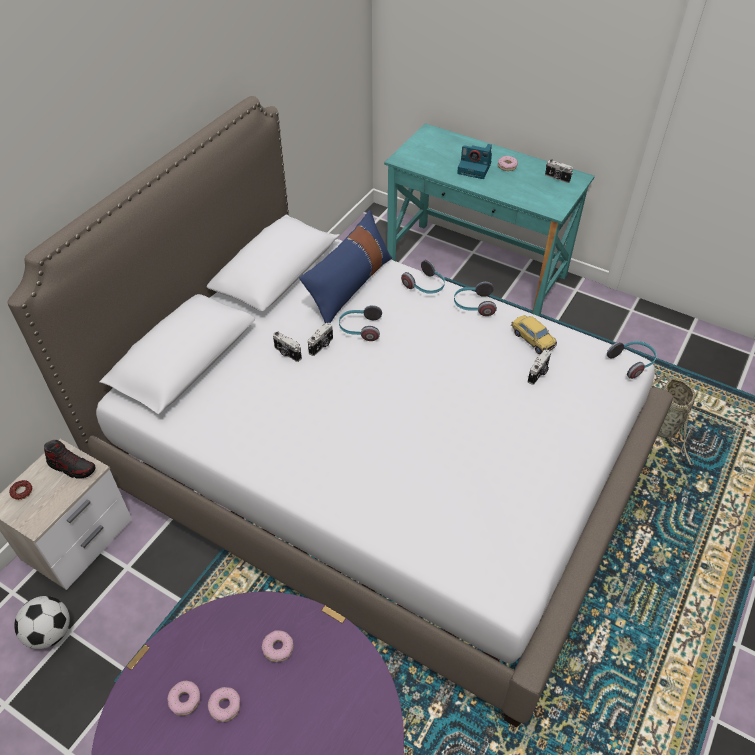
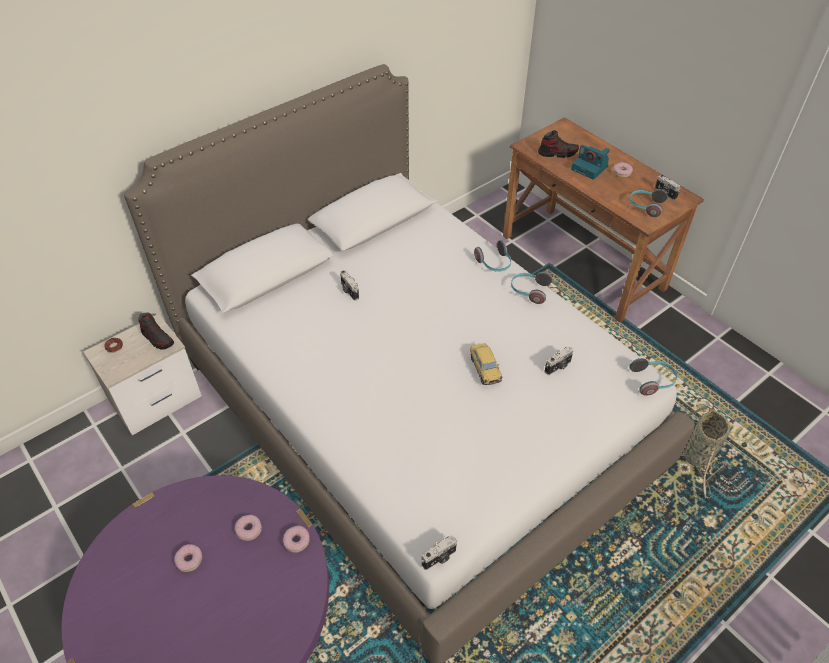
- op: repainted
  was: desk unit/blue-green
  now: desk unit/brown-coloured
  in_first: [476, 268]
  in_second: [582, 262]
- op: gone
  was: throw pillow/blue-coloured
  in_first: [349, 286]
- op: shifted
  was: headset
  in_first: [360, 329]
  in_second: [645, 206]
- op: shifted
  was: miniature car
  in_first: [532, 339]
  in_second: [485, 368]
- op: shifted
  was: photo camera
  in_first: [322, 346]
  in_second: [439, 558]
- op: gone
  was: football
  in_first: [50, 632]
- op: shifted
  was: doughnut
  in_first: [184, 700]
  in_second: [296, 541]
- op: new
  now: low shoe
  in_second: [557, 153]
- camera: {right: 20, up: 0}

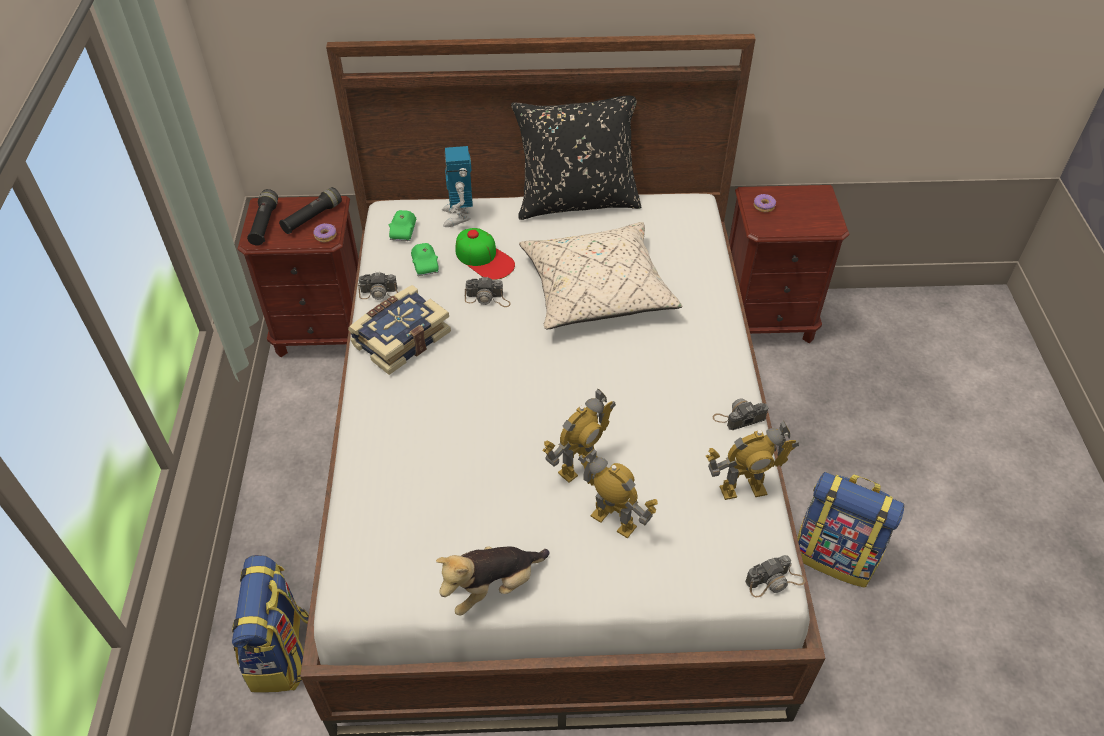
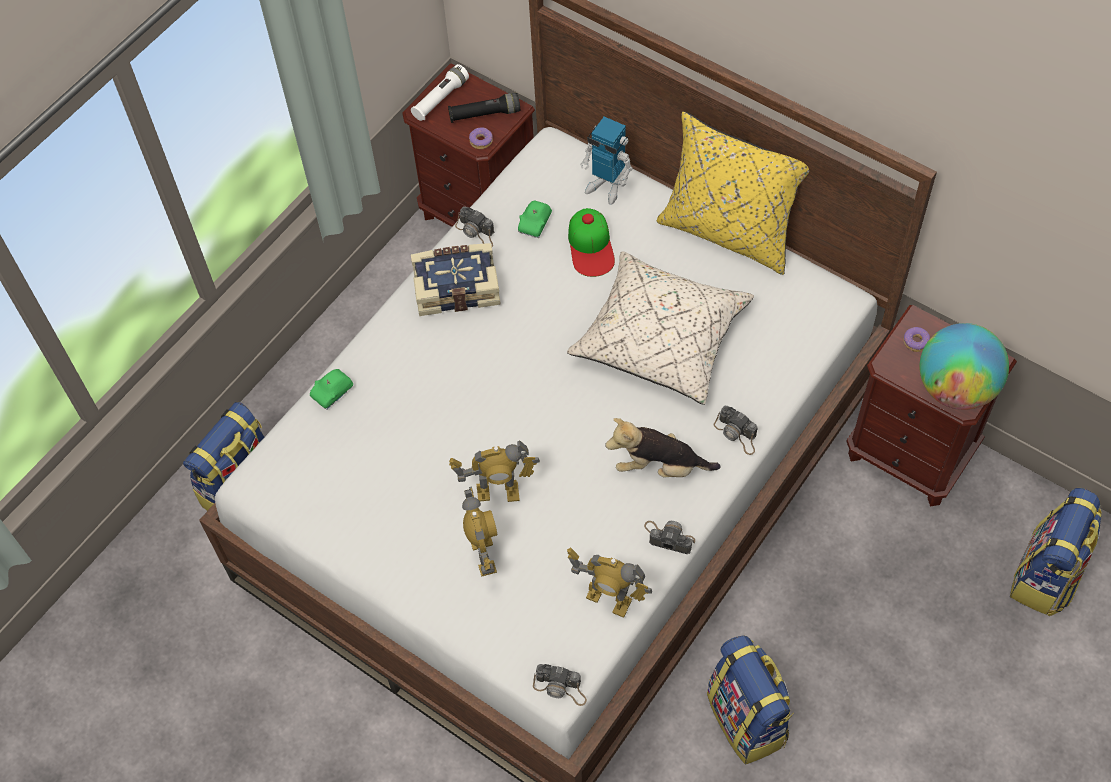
- op: repainted
  was: throw pillow/black
  now: throw pillow/yellow
  in_first: [576, 201]
  in_second: [729, 232]
- op: rotated
  was: model robot
  in_first: [458, 216]
  in_second: [606, 187]
  clockwise: -90
- op: repainted
  was: hand torch/black
  now: hand torch/white
  in_first: [264, 224]
  in_second: [440, 99]
- op: shifted
  was: miniature car/green-coloured
  in_first: [404, 231]
  in_second: [333, 393]
- op: shifted
  was: photo camera
  in_first: [487, 299]
  in_second: [737, 434]
- op: shifted
  was: soft toy
  in_first: [493, 587]
  in_second: [659, 466]
- op: new
  now: world globe
  in_second: [955, 388]
- op: new
  now: backpack
  in_second: [1046, 577]
- camera: {right: 40, up: 10}

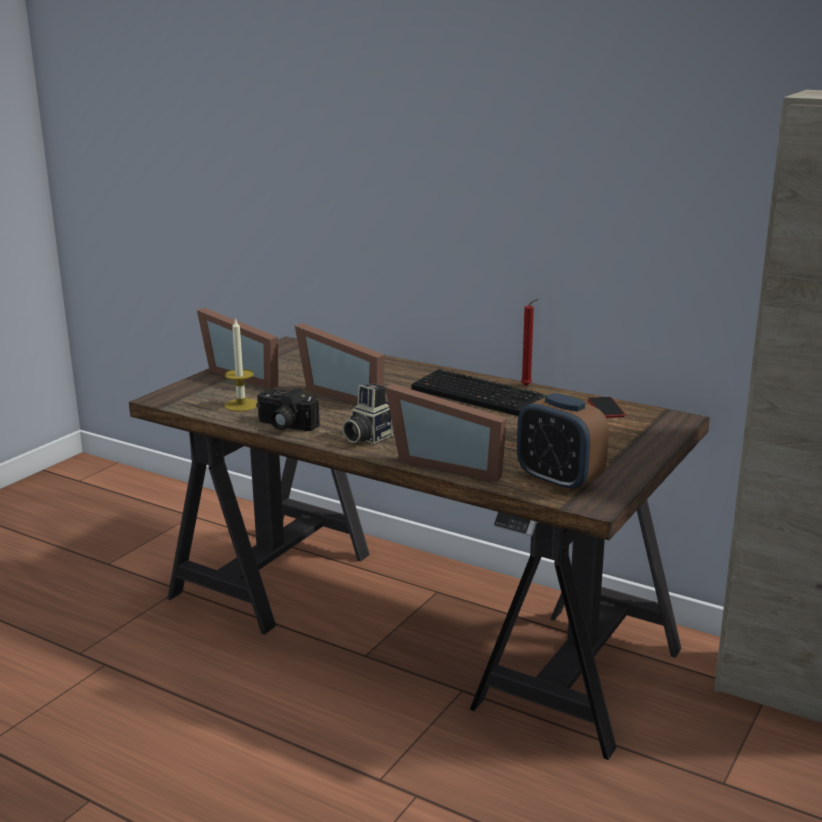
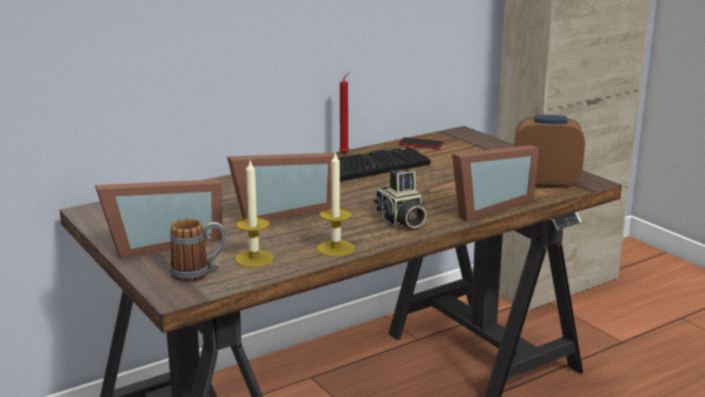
- op: swapped
  was: photo camera
  now: candle
  in_first: [284, 425]
  in_second: [336, 248]
- op: rotated
  was: table clock
  in_first: [559, 481]
  in_second: [545, 182]
  clockwise: -150
- op: new
  now: mug
  in_second: [199, 273]
- camera: {right: -65, up: 0}

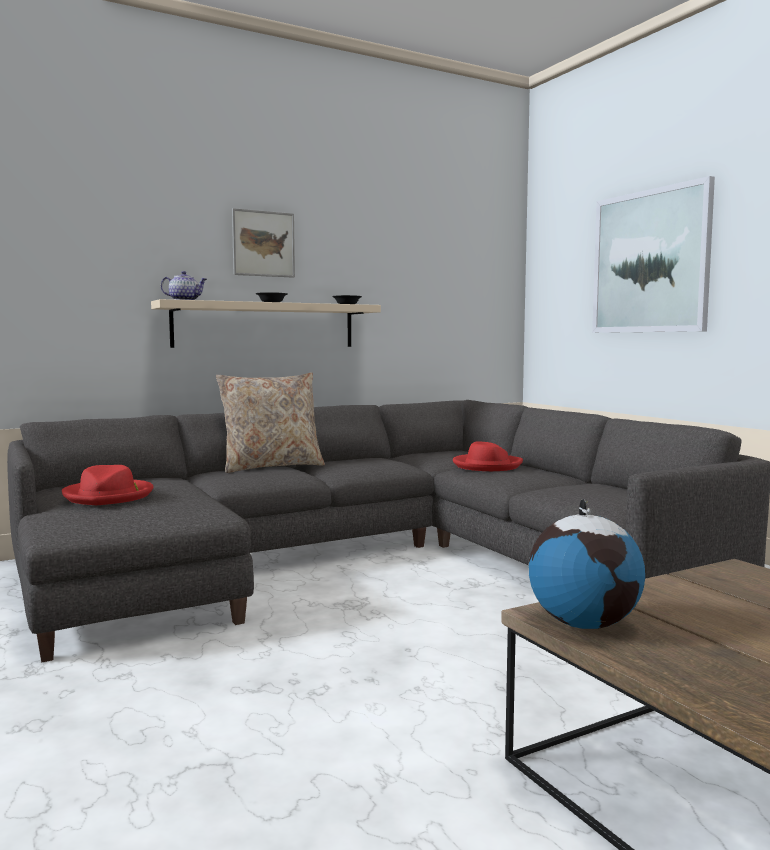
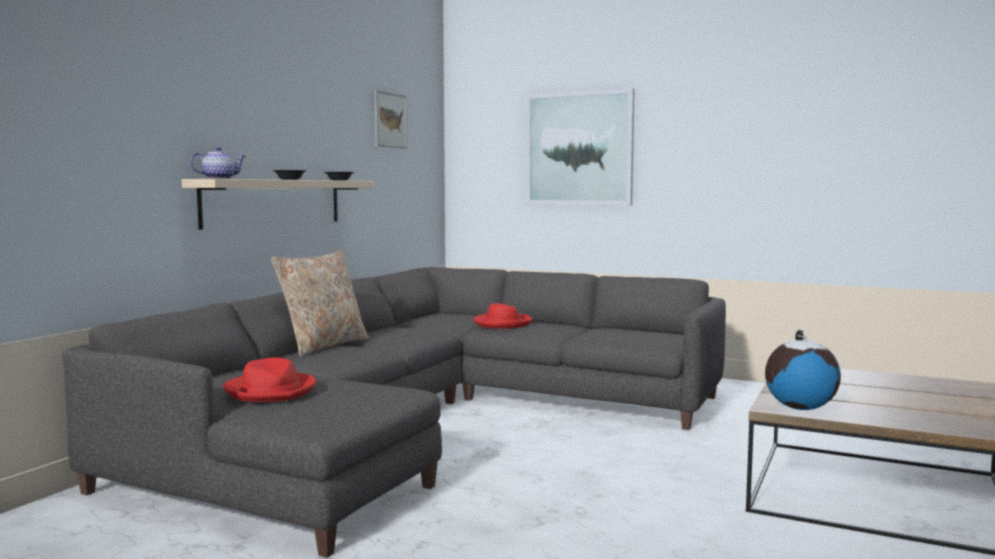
- op: shifted
  was: wall art
  in_first: [263, 244]
  in_second: [390, 120]
- camera: {right: -35, up: 0}

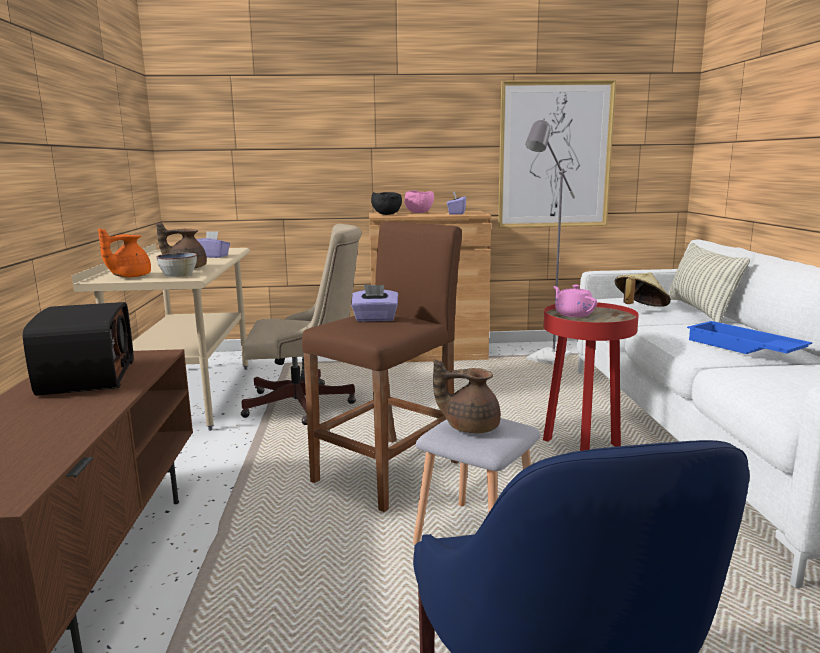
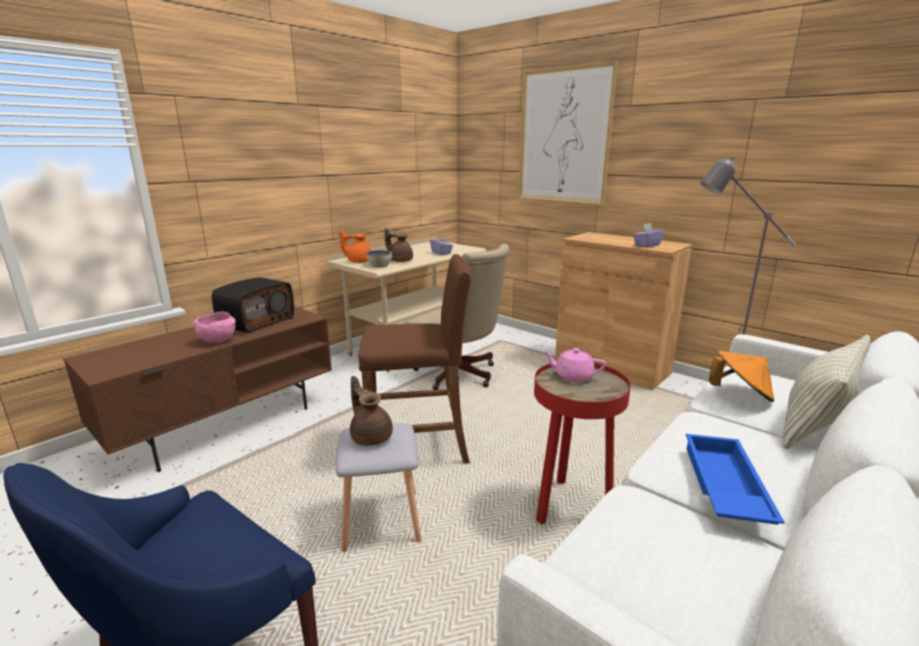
- op: shifted
  was: wall art
  in_first: [555, 155]
  in_second: [563, 136]
- op: shifted
  was: bowl/pink-coloured
  in_first: [419, 212]
  in_second: [219, 341]
- op: gone
  was: bowl/black
  in_first: [386, 214]
- op: repainted
  was: hat/sand-coloured
  now: hat/orangey
  in_first: [640, 309]
  in_second: [740, 395]
- op: gone
  was: box of tissues/purple
  in_first: [375, 319]
- op: rotated
  was: tea pot/pink-coloured
  in_first: [573, 314]
  in_second: [572, 376]
  clockwise: -90
- camera: {right: 45, up: 5}

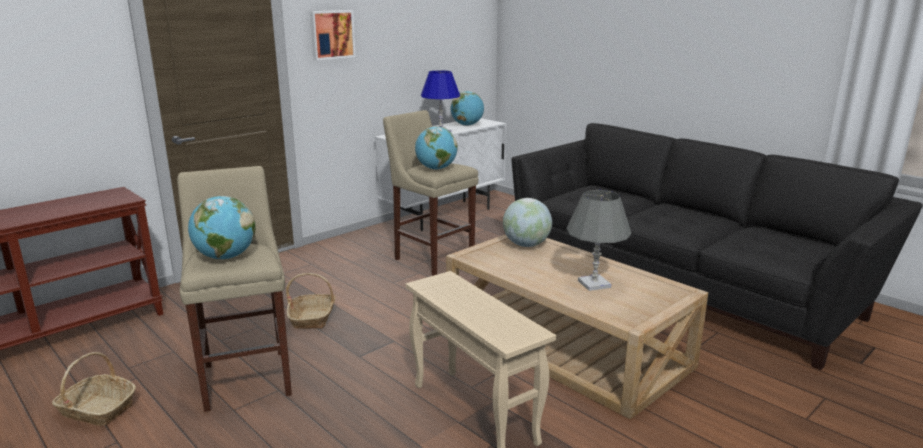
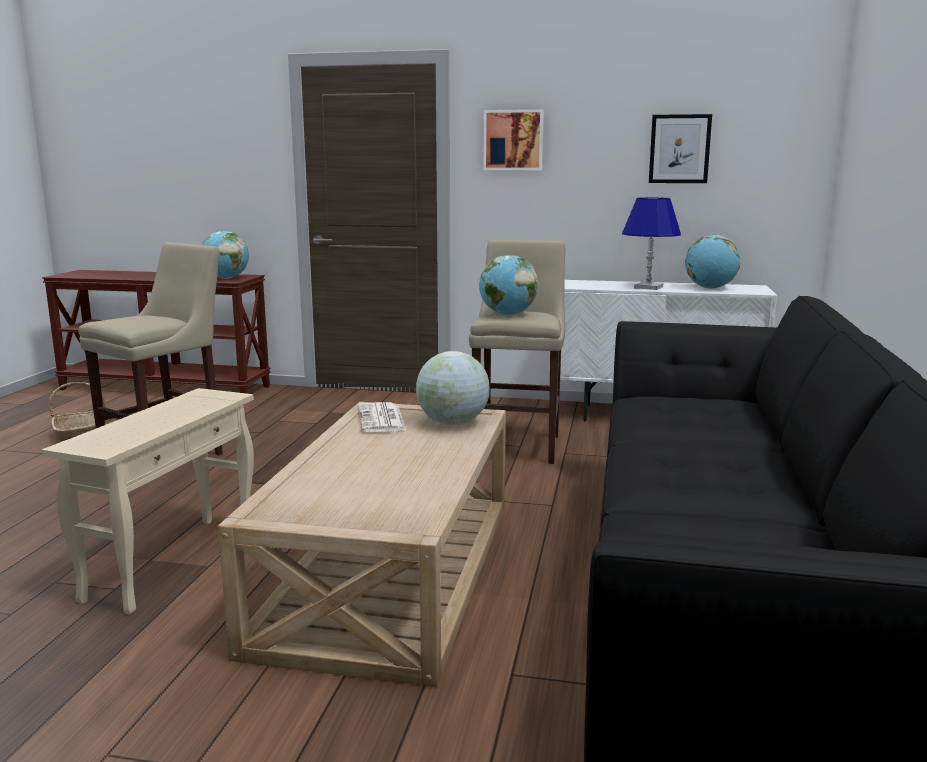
- op: gone
  was: lamp for a table/grey
  in_first: [594, 284]
- op: shifted
  was: world globe
  in_first: [225, 257]
  in_second: [226, 278]
- op: gone
  was: household basket
  in_first: [313, 318]
- op: new
  now: wall art
  in_second: [679, 149]
- op: new
  now: printed paper
  in_second: [382, 419]
- camera: {right: 55, up: -5}

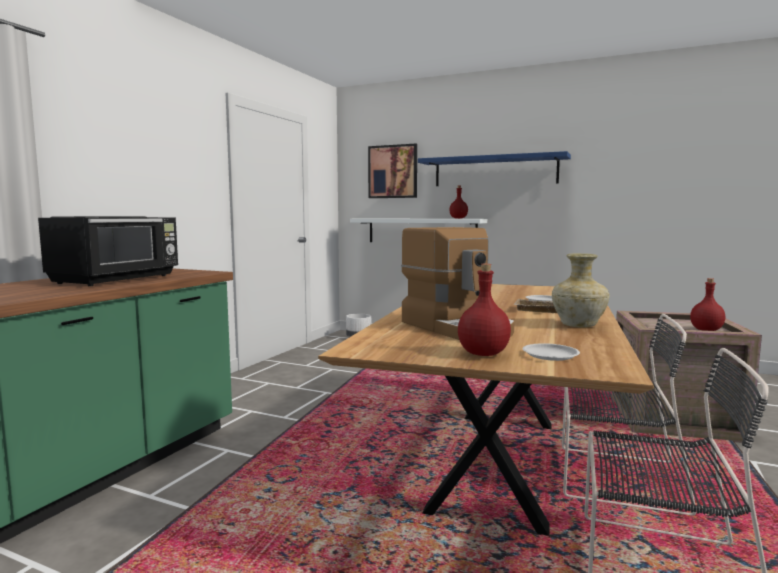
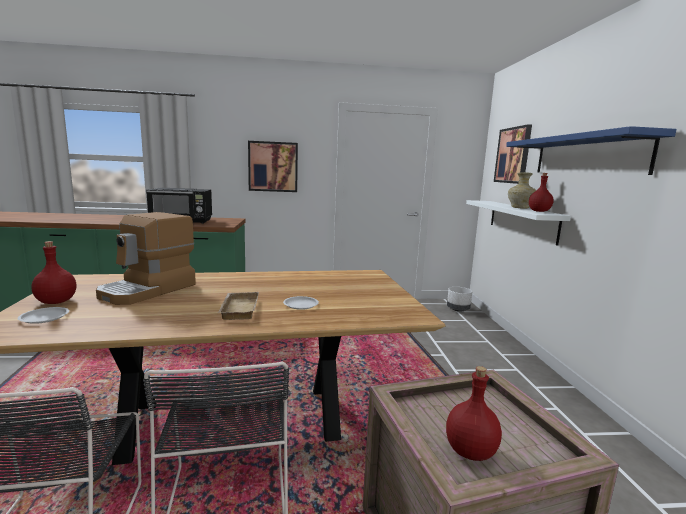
- op: shifted
  was: decorative vase/sand-coloured
  in_first: [577, 325]
  in_second: [519, 208]
- op: new
  now: wall art
  in_second: [273, 166]
- camera: {right: 60, up: 5}

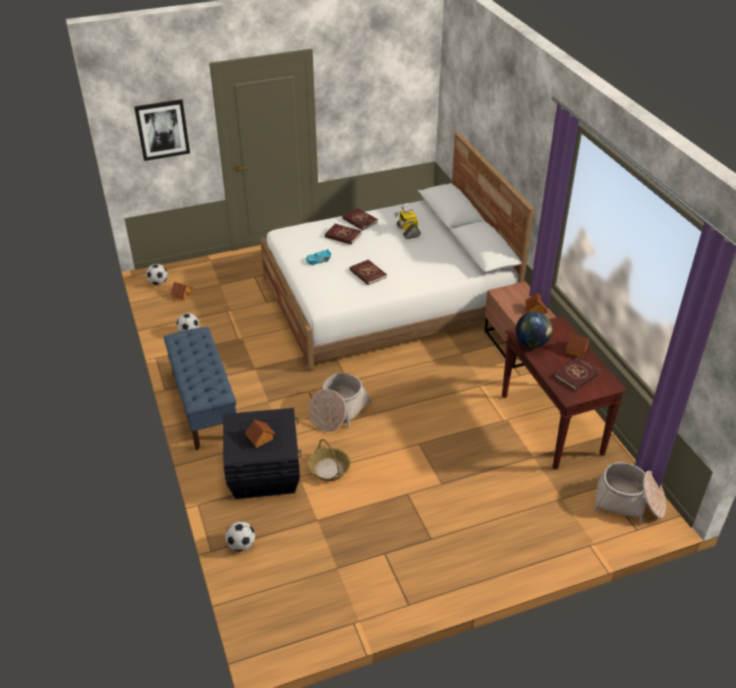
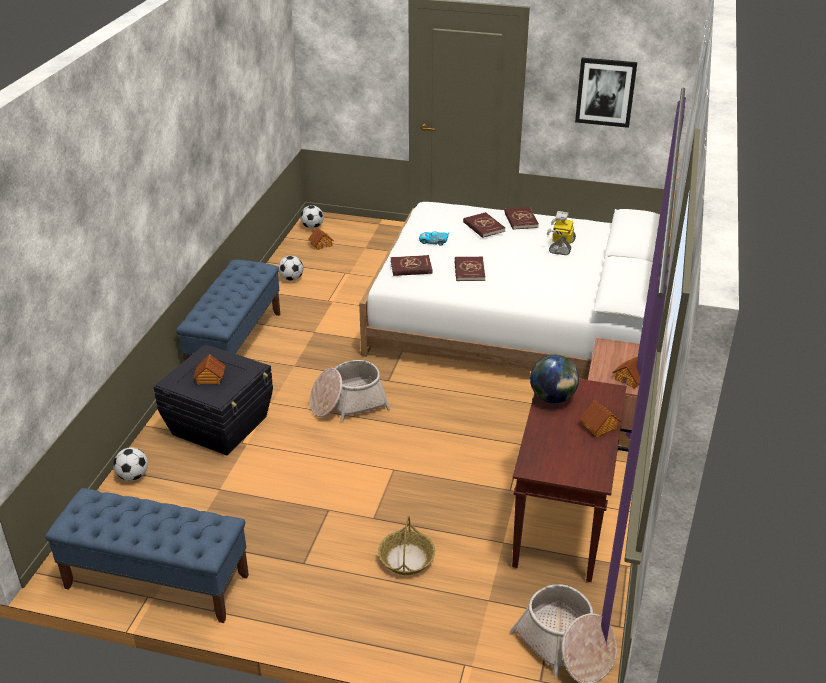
- op: shifted
  was: wall art
  in_first: [162, 129]
  in_second: [605, 92]
- op: shifted
  was: bound book/reddish
  in_first: [577, 375]
  in_second: [411, 267]
- op: shifted
  was: household basket
  in_first: [329, 469]
  in_second: [406, 559]
- op: new
  now: long seat/blue-coloured
  in_second: [156, 581]
- camera: {right: 35, up: -5}

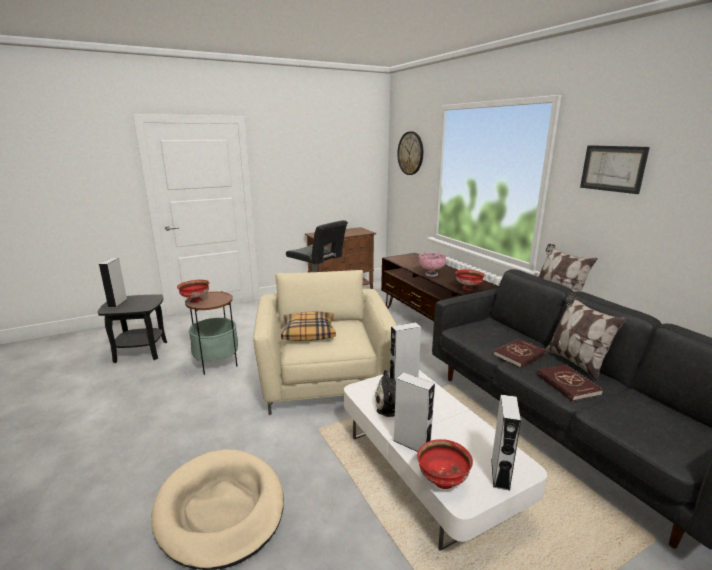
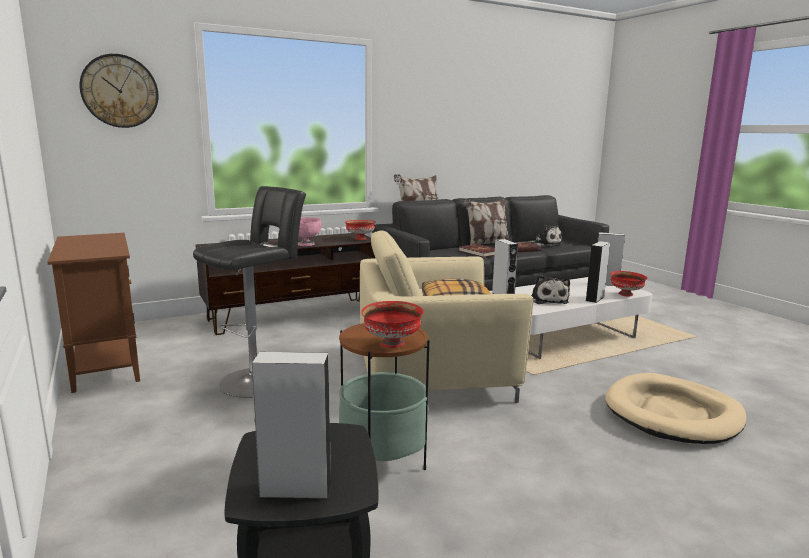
- op: gone
  was: wall art
  in_first: [612, 168]
- op: new
  now: soft toy
  in_second: [545, 244]
- camera: {right: -90, up: -5}

